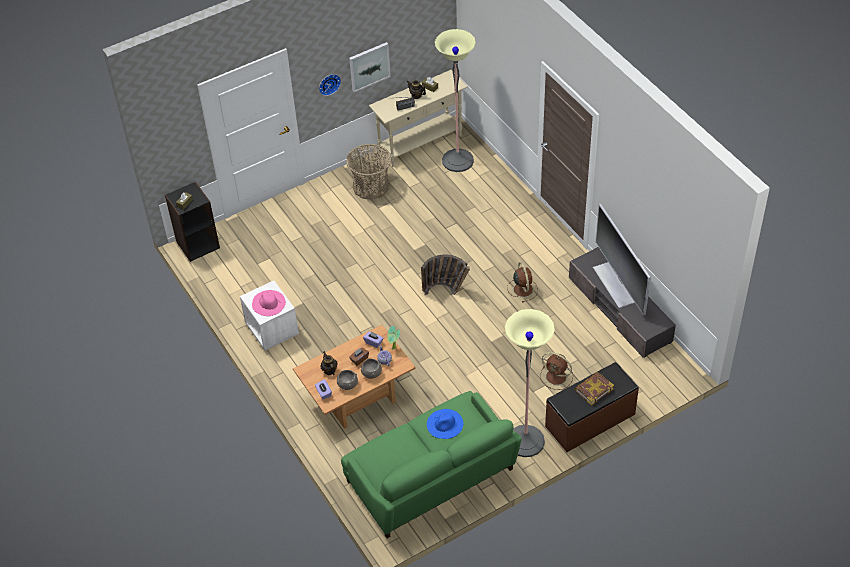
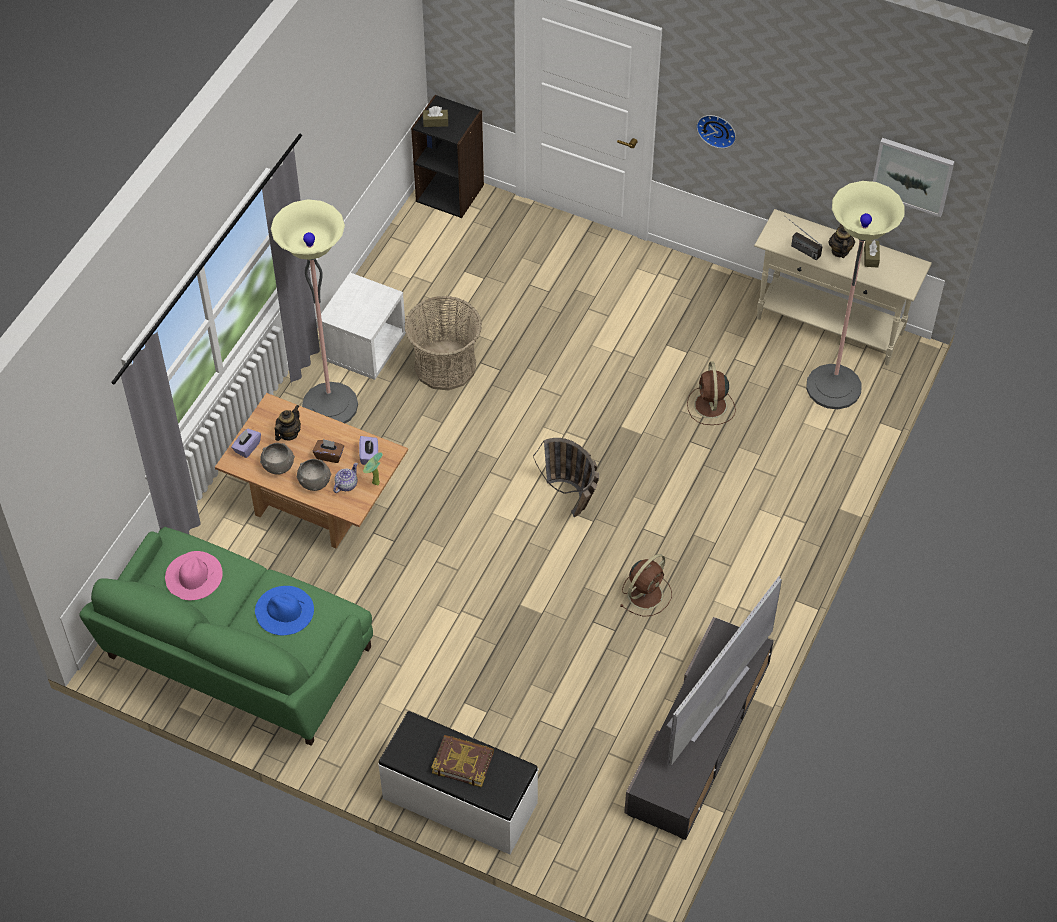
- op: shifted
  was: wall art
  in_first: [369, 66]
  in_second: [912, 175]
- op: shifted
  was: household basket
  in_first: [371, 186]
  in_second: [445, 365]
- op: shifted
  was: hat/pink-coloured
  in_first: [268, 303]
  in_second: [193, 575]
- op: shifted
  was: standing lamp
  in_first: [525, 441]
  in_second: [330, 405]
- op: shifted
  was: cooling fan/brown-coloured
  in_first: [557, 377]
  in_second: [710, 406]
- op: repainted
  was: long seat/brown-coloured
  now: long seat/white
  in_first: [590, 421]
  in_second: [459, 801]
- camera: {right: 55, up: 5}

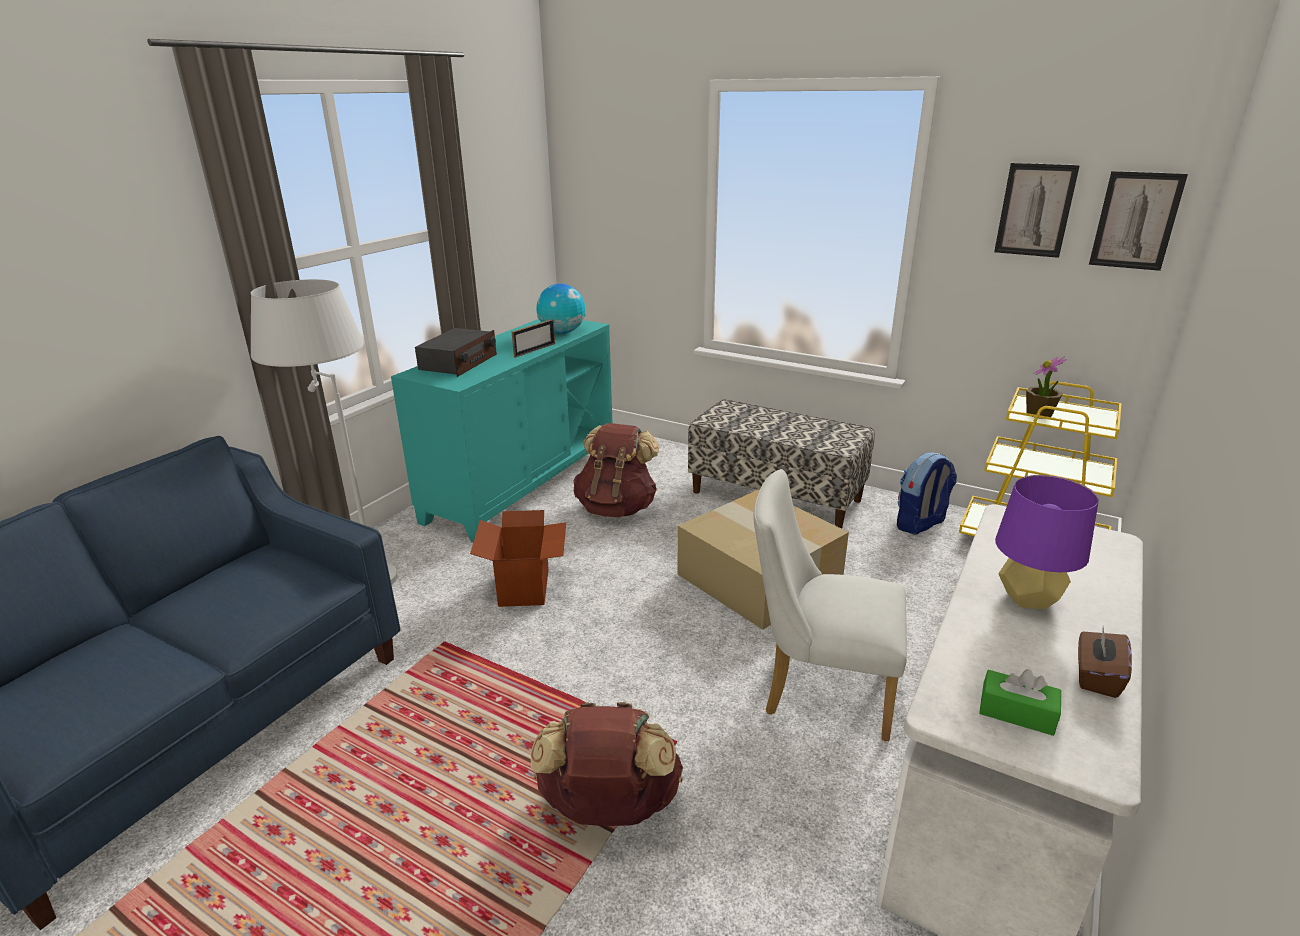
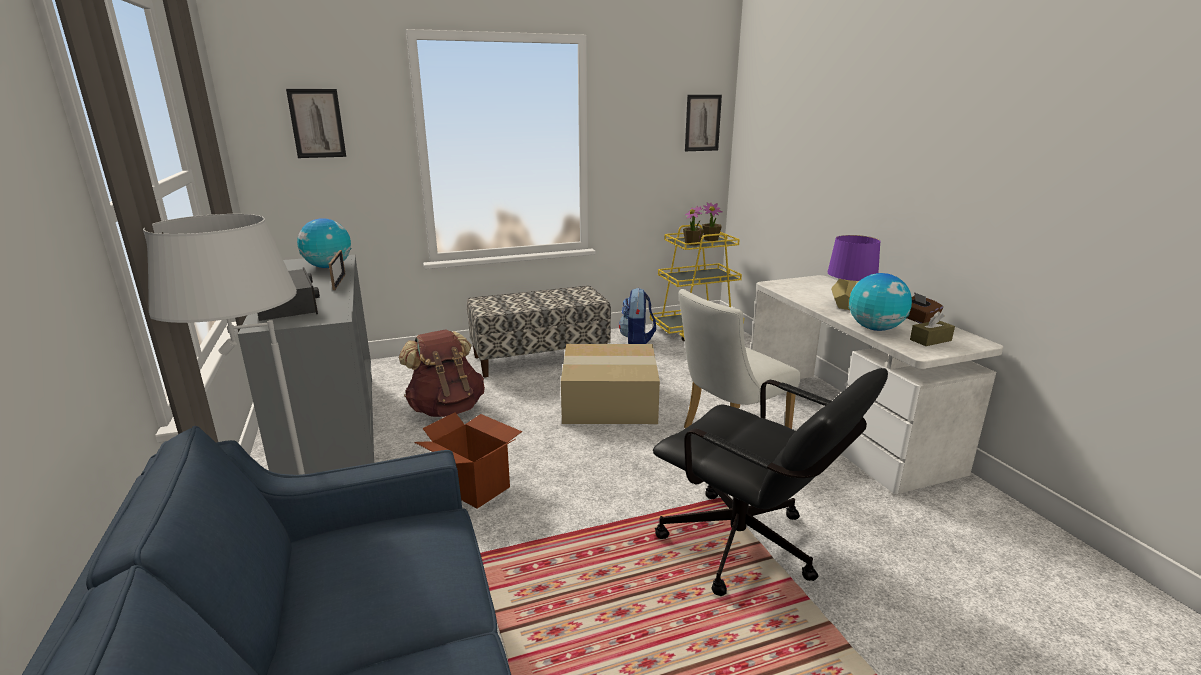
- op: shifted
  was: wall art
  in_first: [1035, 210]
  in_second: [317, 123]
- op: repainted
  was: cupboard/blue-green
  now: cupboard/grey
  in_first: [522, 484]
  in_second: [332, 429]
- op: repainted
  was: box of tissues/green-coloured
  now: box of tissues/brown-coloured
  in_first: [1016, 713]
  in_second: [930, 340]
- op: swapped
  was: backpack/brown-coloured
  now: computer chair/black
  in_first: [609, 808]
  in_second: [750, 550]
- op: new
  now: plant in a pot
  in_second: [711, 239]
- op: new
  now: world globe
  in_second: [875, 329]
- camera: {right: -50, up: -5}

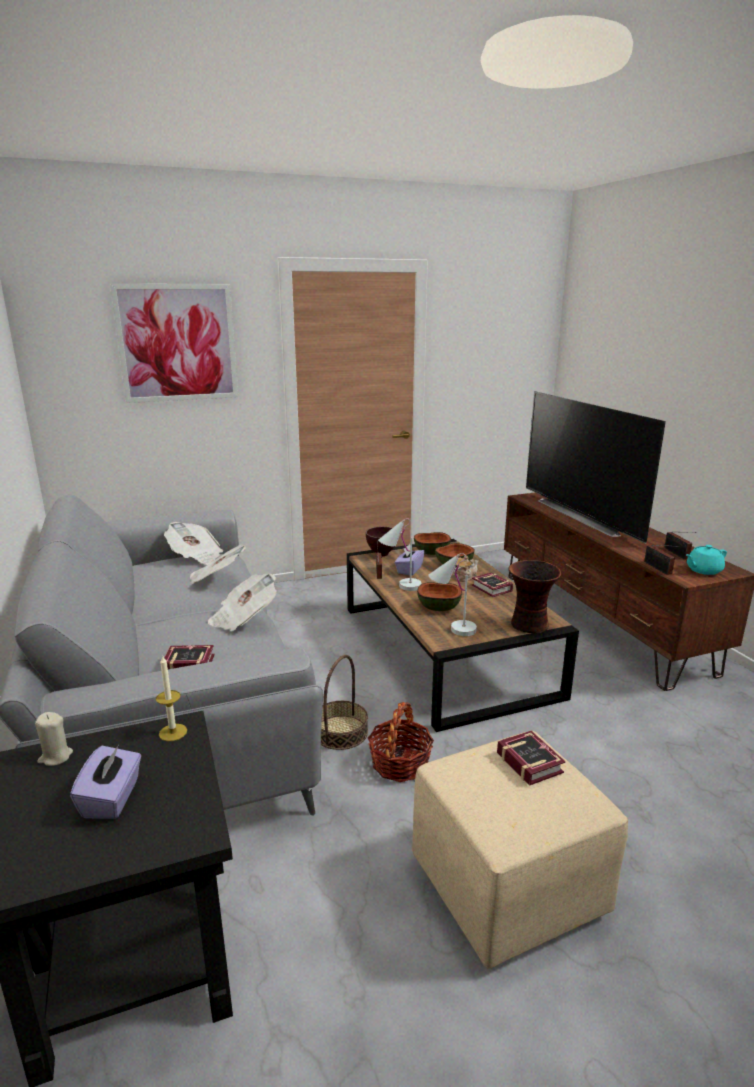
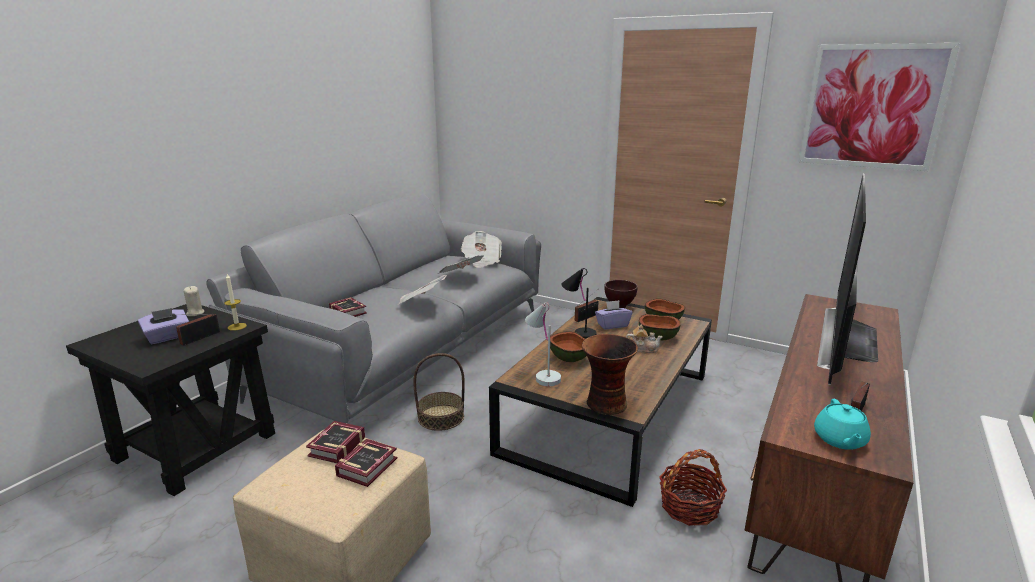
- op: shifted
  was: wall art
  in_first: [177, 343]
  in_second: [872, 107]
- op: repainted
  was: lamp for a table/white
  now: lamp for a table/black
  in_first: [399, 586]
  in_second: [577, 332]
- op: shifted
  was: radio receiver
  in_first: [658, 568]
  in_second: [198, 338]
- op: rotated
  was: tea pot/blue-green
  in_first: [703, 570]
  in_second: [839, 440]
  clockwise: -105
- op: shifted
  was: bound book
  in_first: [492, 589]
  in_second: [334, 447]
- op: shifted
  was: household basket
  in_first: [400, 763]
  in_second: [689, 507]
- camera: {right: 50, up: 0}

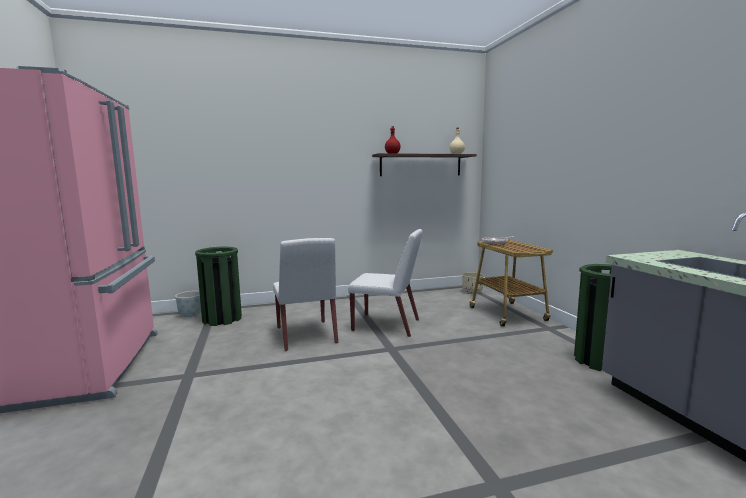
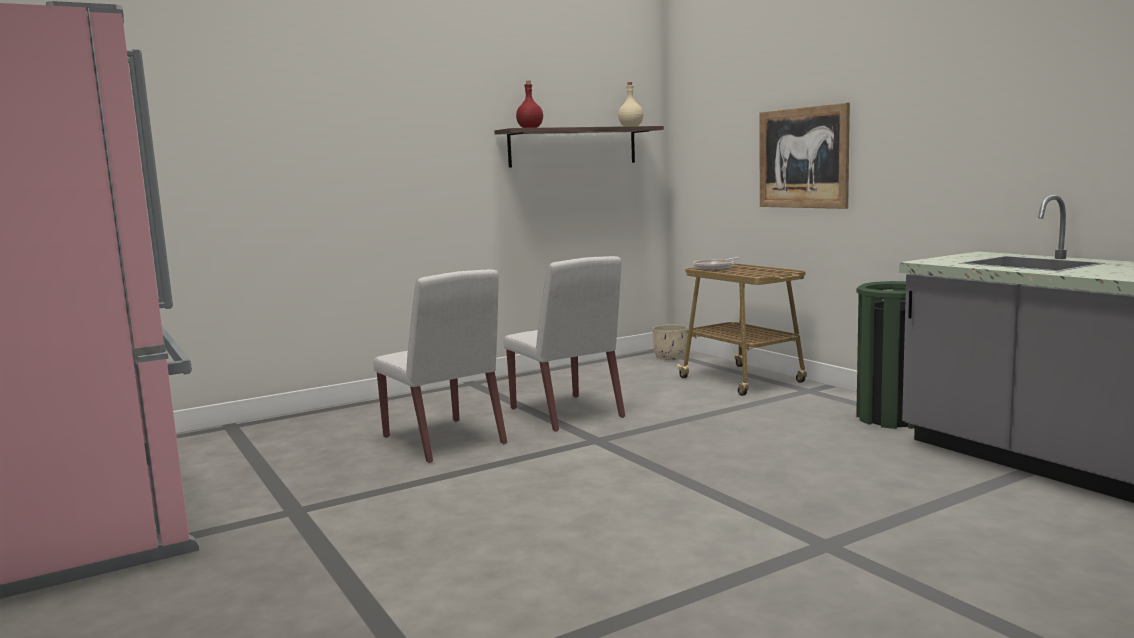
- op: rotated
  was: plain chair/white
  in_first: [387, 325]
  in_second: [567, 413]
  clockwise: 60
- op: gone
  was: rubbish bin/green-coloured
  in_first: [222, 319]
- op: gone
  was: planter/grey
  in_first: [190, 315]
- op: new
  now: wall art
  in_second: [803, 158]
- camera: {right: -15, up: 0}

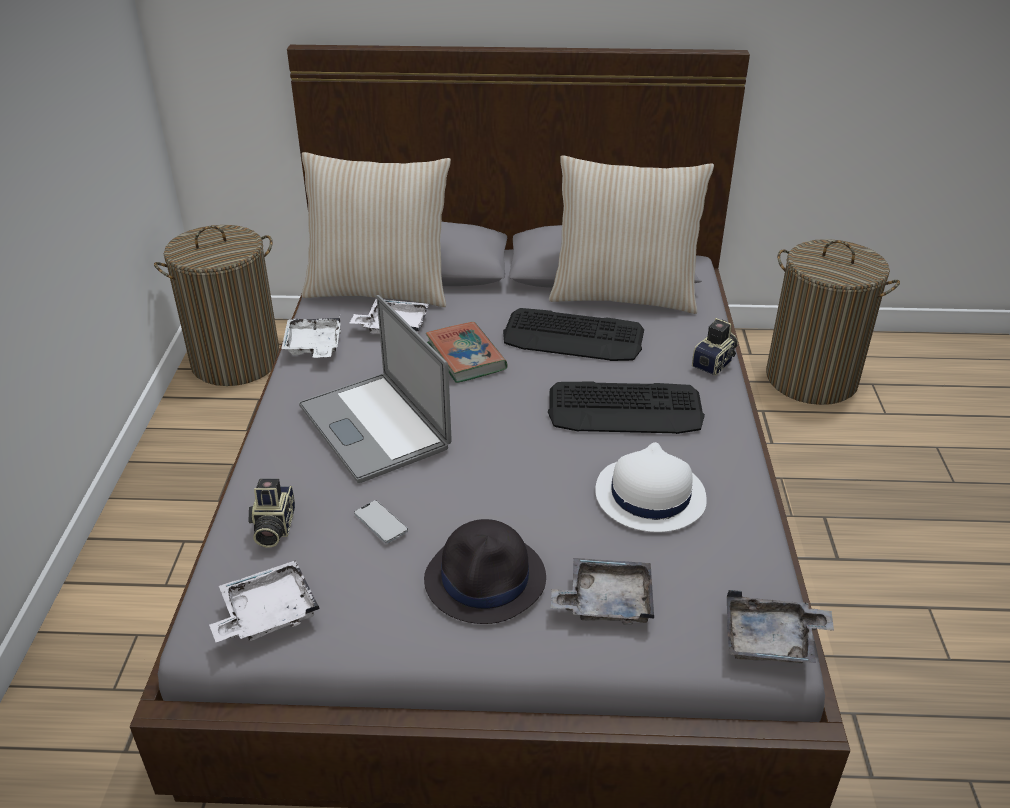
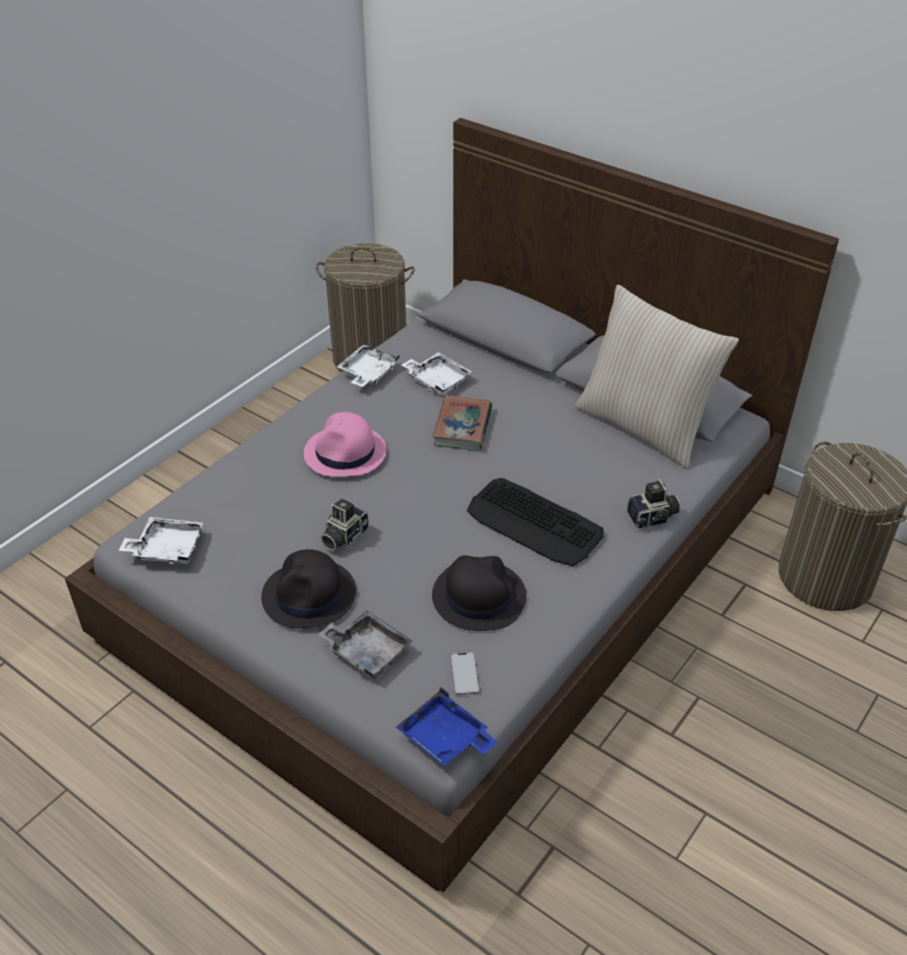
- op: gone
  was: throw pillow/sand-coloured
  in_first: [379, 290]
- op: swapped
  was: portable computer
  now: hat/pink-coloured
  in_first: [374, 426]
  in_second: [345, 453]
- op: gone
  was: computer keyboard
  in_first: [573, 337]
- op: repainted
  was: hat/white
  now: hat/black
  in_first: [649, 495]
  in_second: [478, 596]
- op: shifted
  was: photo camera
  in_first: [272, 527]
  in_second: [343, 536]
- op: shifted
  was: handset
  in_first: [381, 522]
  in_second: [464, 674]
- op: repainted
  was: tray/grey
  now: tray/blue-coloured
  in_first: [771, 641]
  in_second: [445, 739]
- camera: {right: 35, up: 5}

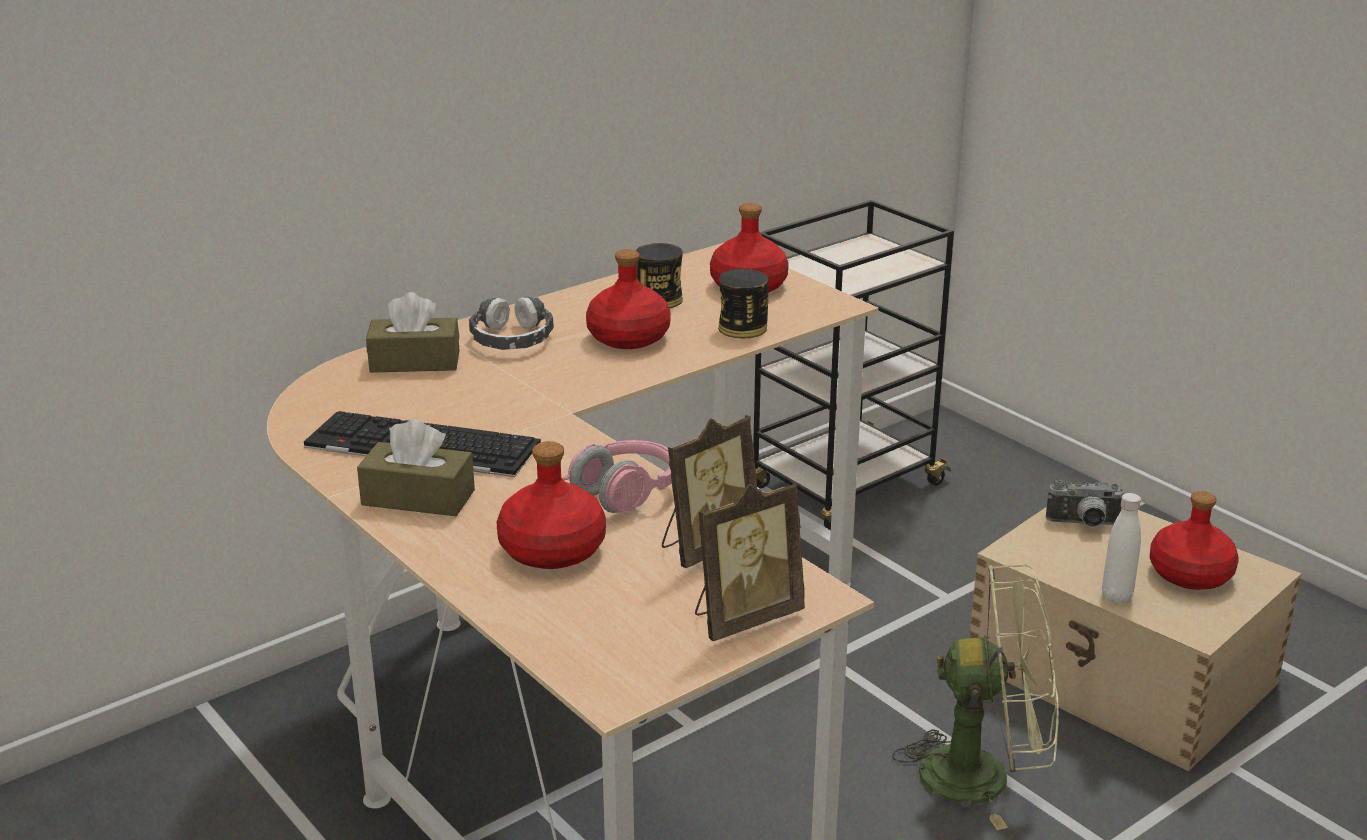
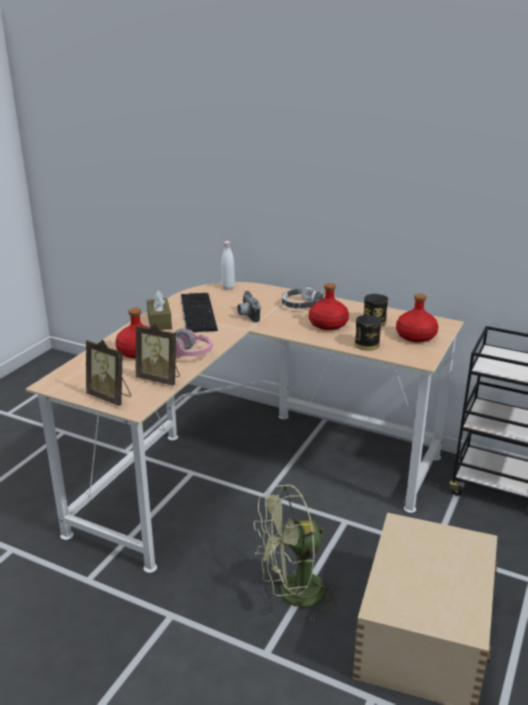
- op: gone
  was: box of tissues/brown-coloured
  in_first: [415, 362]
- op: shifted
  was: photo camera
  in_first: [1083, 524]
  in_second: [247, 316]
- op: gone
  was: drink bottle/reddish
  in_first: [1189, 575]
- op: shifted
  was: drink bottle/white
  in_first: [1116, 597]
  in_second: [228, 287]
- op: rotated
  was: cooling fan/green-coloured
  in_first: [984, 775]
  in_second: [293, 595]
  clockwise: 90
- camera: {right: 65, up: 0}

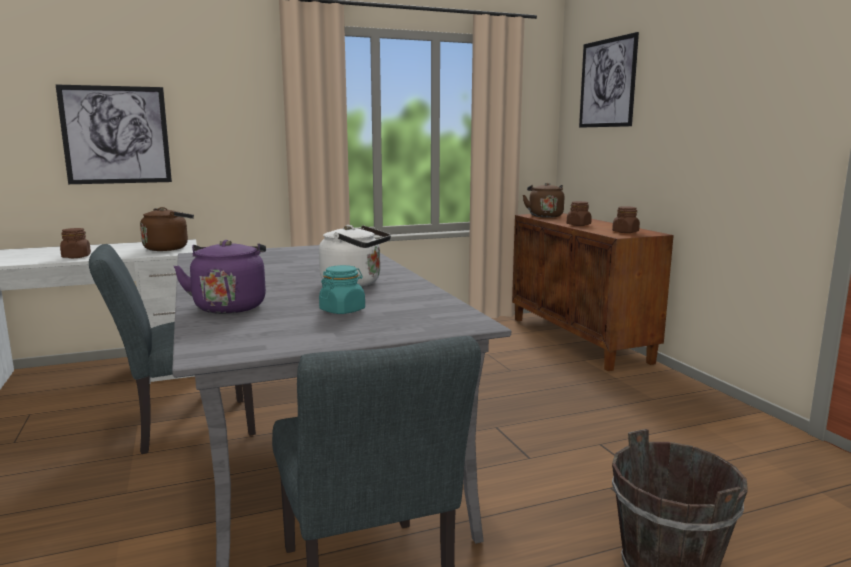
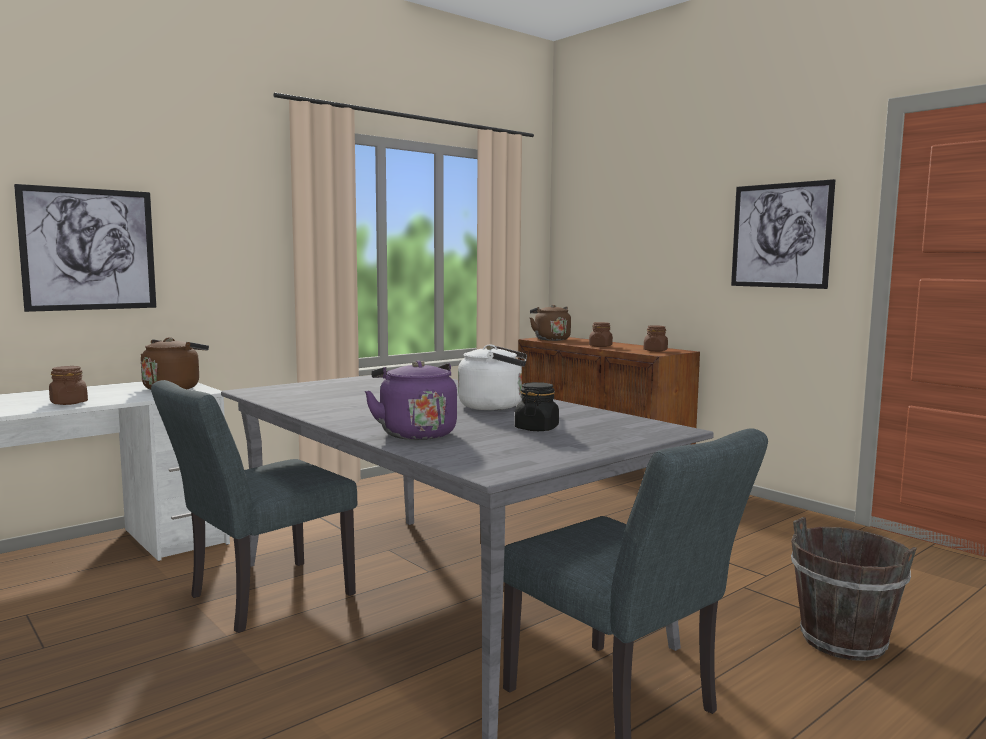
- op: shifted
  was: wall art
  in_first: [607, 83]
  in_second: [780, 235]
- op: repainted
  was: jar/blue-green
  now: jar/black
  in_first: [342, 310]
  in_second: [536, 428]
- camera: {right: -20, up: -5}

